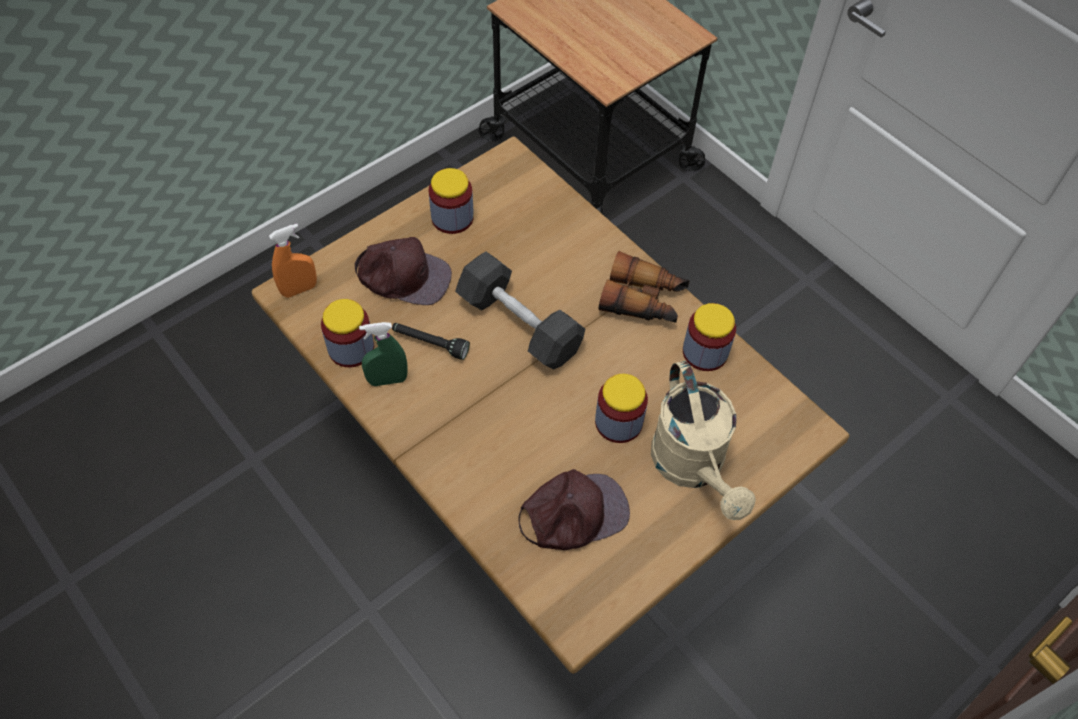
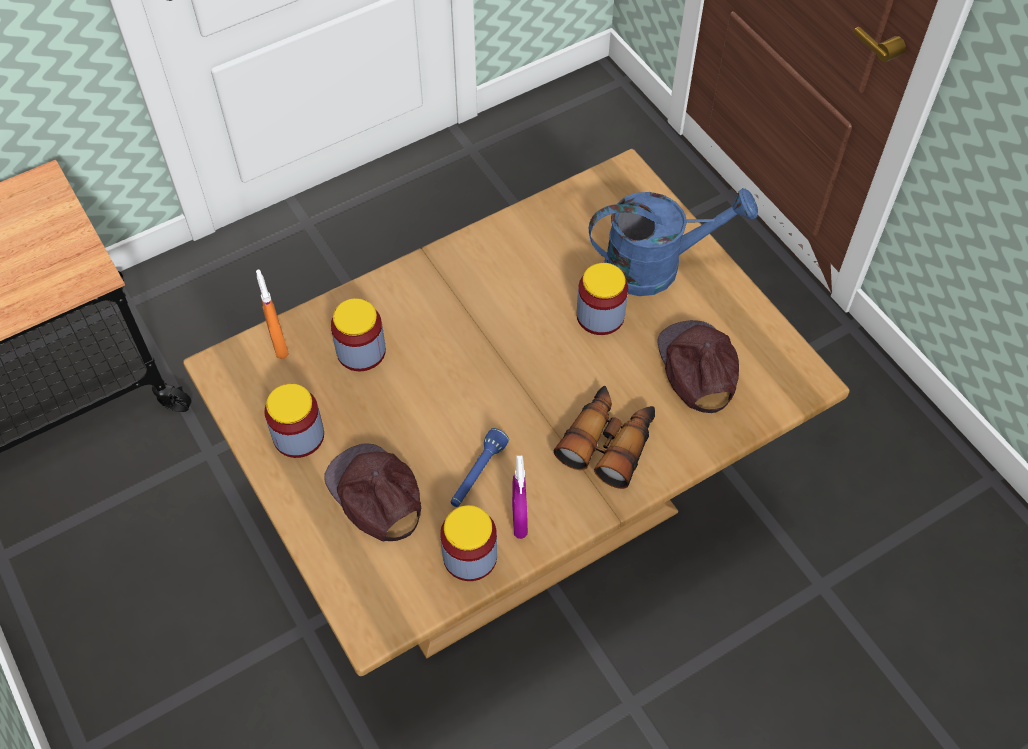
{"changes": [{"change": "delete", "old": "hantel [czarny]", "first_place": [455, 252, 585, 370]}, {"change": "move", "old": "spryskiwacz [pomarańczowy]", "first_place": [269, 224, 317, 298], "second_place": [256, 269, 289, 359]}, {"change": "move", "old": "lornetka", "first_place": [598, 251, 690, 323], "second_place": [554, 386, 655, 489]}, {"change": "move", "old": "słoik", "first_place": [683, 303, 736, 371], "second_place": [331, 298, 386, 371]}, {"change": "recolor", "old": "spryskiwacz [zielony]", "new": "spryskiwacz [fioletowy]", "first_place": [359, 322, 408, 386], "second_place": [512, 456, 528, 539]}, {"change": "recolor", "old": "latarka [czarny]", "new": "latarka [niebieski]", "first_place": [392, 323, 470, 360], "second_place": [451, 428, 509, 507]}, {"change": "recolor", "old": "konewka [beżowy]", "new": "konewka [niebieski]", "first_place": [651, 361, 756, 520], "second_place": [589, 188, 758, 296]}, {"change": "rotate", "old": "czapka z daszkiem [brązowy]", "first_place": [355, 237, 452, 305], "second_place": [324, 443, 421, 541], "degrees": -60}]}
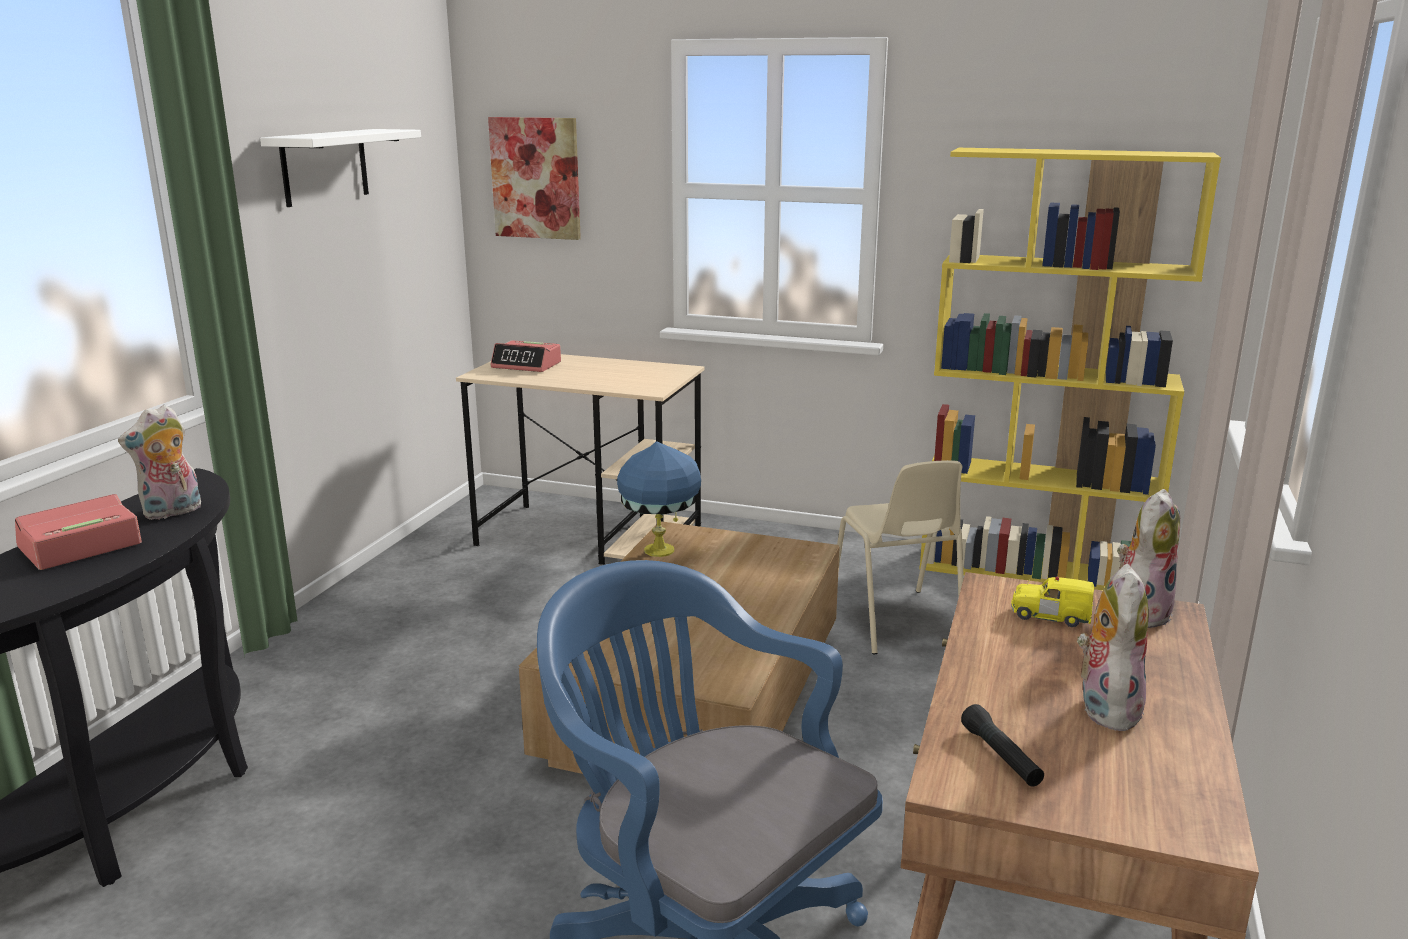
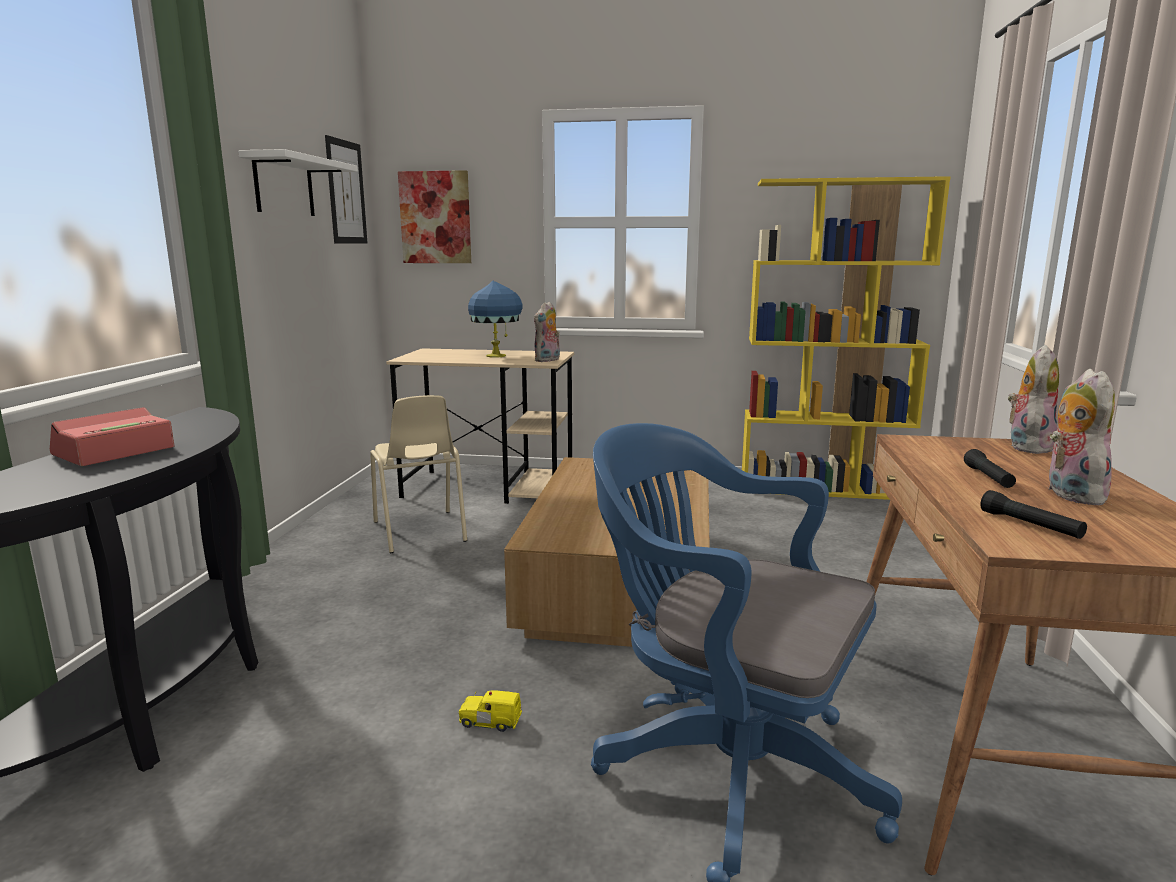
{"changes": [{"change": "delete", "old": "budzik", "first_place": [490, 340, 561, 372]}, {"change": "insert", "new": "obraz", "second_place": [325, 135, 367, 244]}, {"change": "insert", "new": "latarka [czarny]", "second_place": [964, 449, 1016, 488]}, {"change": "move", "old": "pluszak", "first_place": [118, 405, 201, 520], "second_place": [534, 301, 560, 362]}, {"change": "move", "old": "lampa stołowa [niebieski]", "first_place": [617, 441, 701, 557], "second_place": [468, 280, 523, 358]}, {"change": "move", "old": "krzesło [beżowy]", "first_place": [837, 460, 964, 654], "second_place": [370, 395, 467, 553]}, {"change": "move", "old": "samochodzik [żółty]", "first_place": [1011, 577, 1094, 627], "second_place": [459, 690, 522, 732]}]}
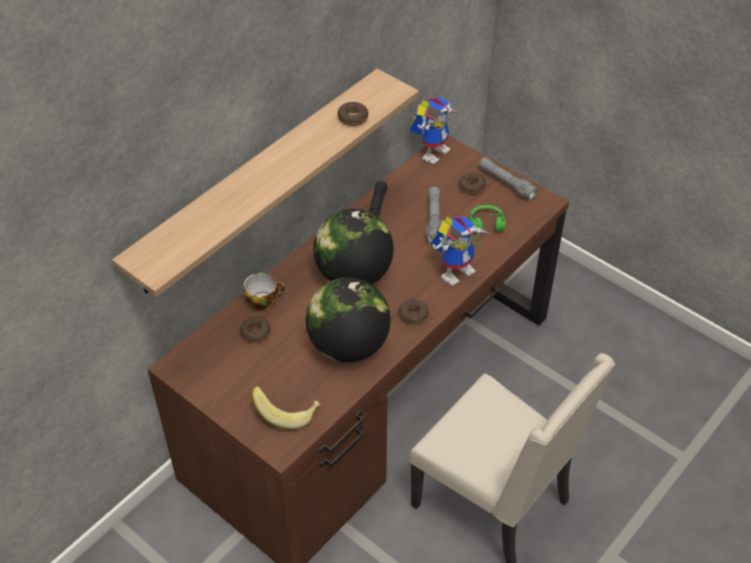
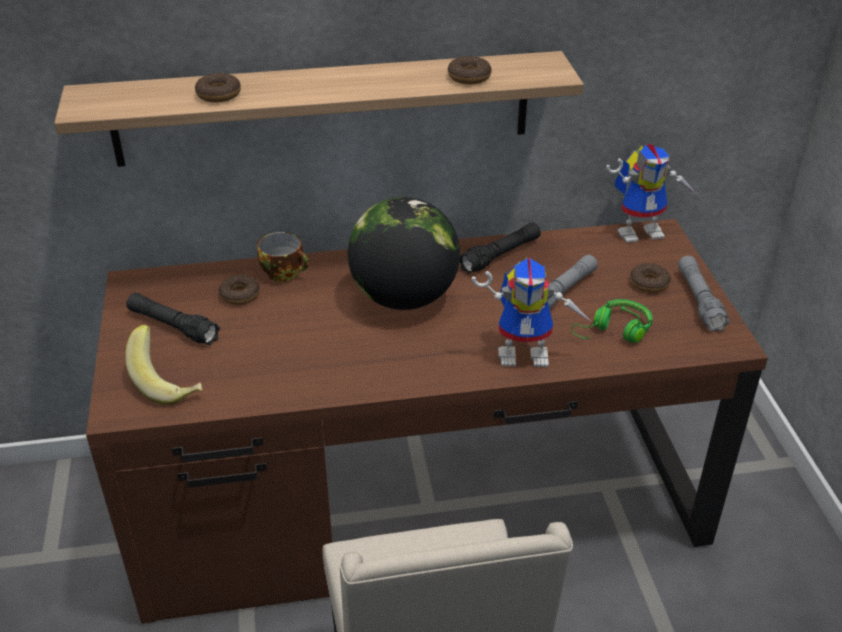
{"changes": [{"change": "delete", "old": "globus", "first_place": [306, 277, 391, 362]}, {"change": "insert", "new": "latarka [czarny]", "second_place": [126, 293, 220, 345]}, {"change": "move", "old": "donut", "first_place": [399, 299, 429, 325], "second_place": [195, 73, 241, 103]}]}
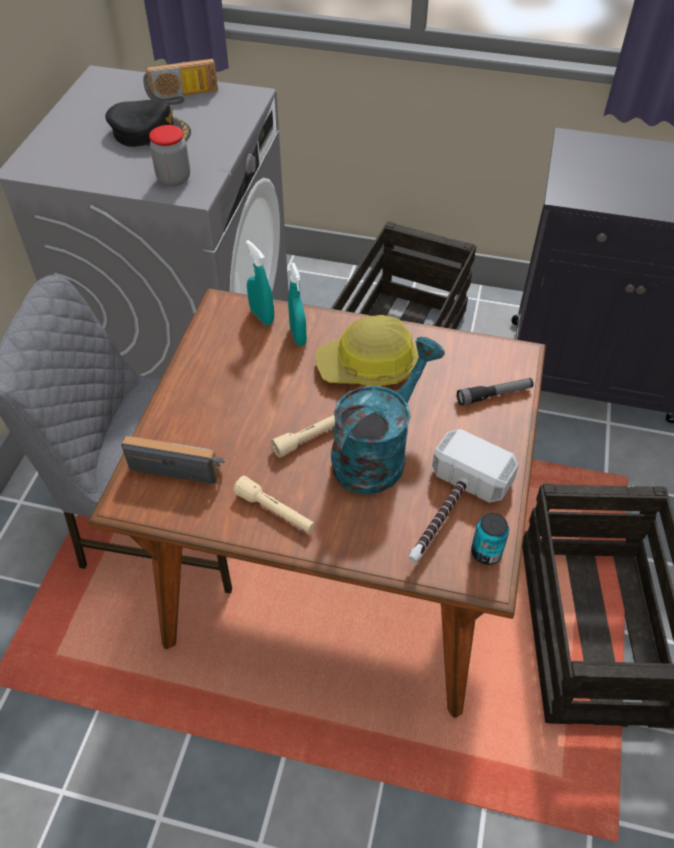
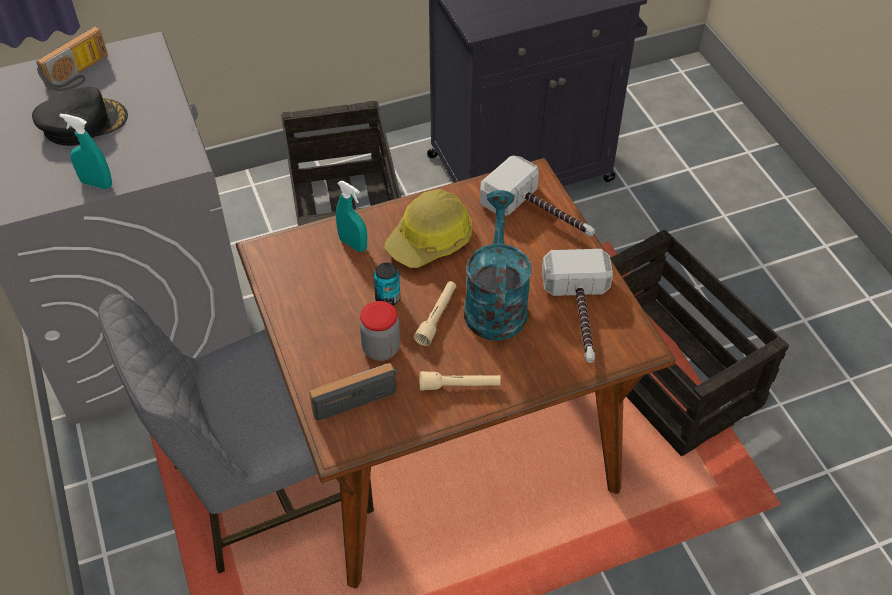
{"changes": [{"change": "move", "old": "słoik", "first_place": [149, 125, 190, 186], "second_place": [359, 301, 400, 361]}, {"change": "move", "old": "spryskiwacz [turkusowy]", "first_place": [246, 240, 274, 325], "second_place": [59, 114, 112, 189]}, {"change": "move", "old": "puszka", "first_place": [471, 513, 509, 565], "second_place": [373, 263, 400, 305]}, {"change": "replace", "old": "latarka", "new": "młotek", "first_place": [457, 378, 533, 406], "second_place": [480, 156, 595, 236]}]}
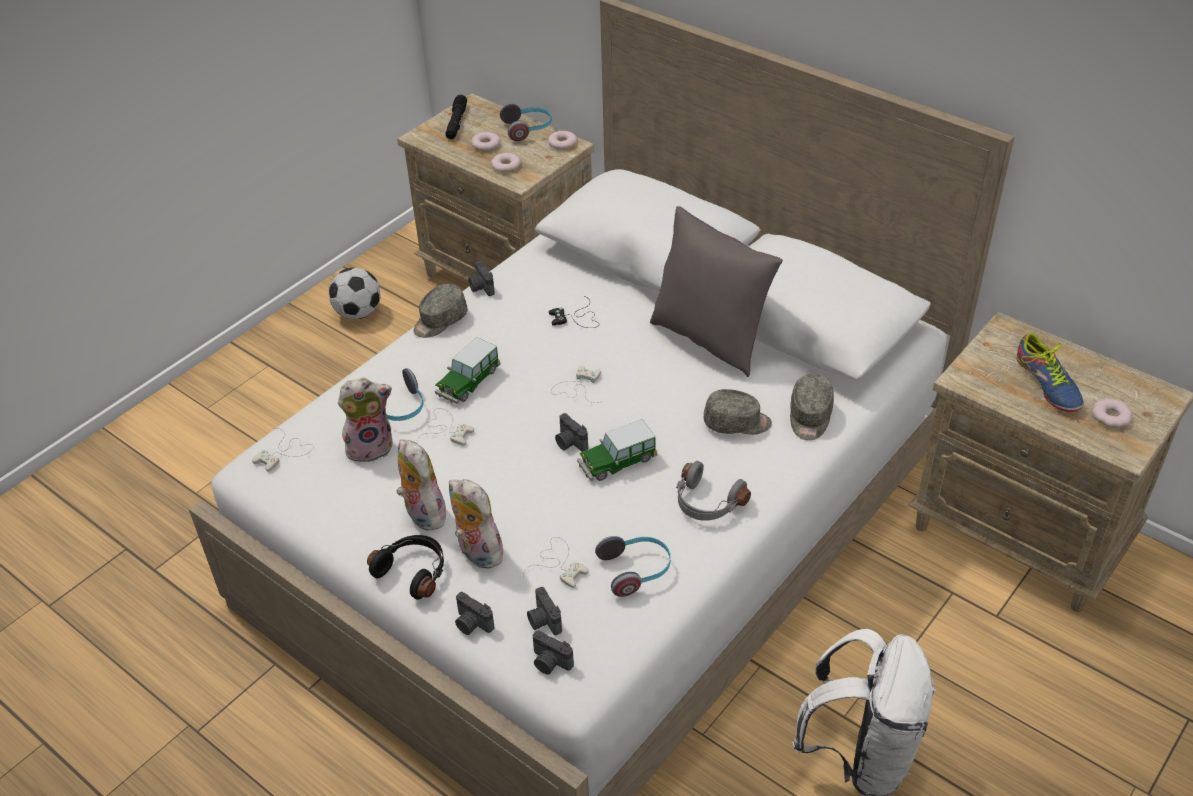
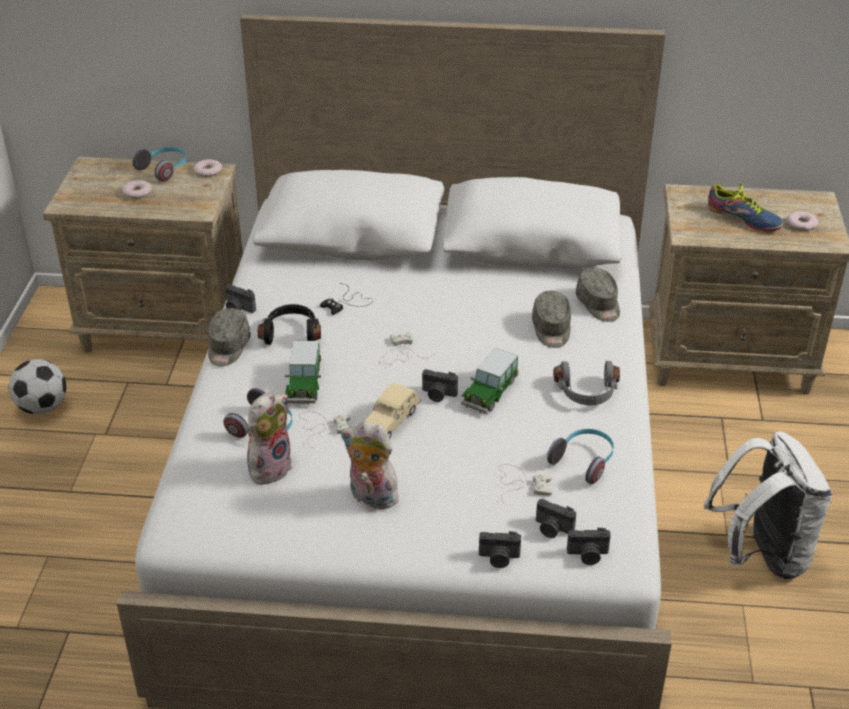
{"changes": [{"change": "delete", "old": "pad do gier [biały]", "first_place": [252, 428, 314, 472]}, {"change": "delete", "old": "latarka [czarny]", "first_place": [446, 95, 467, 139]}, {"change": "delete", "old": "pluszak", "first_place": [449, 479, 506, 569]}, {"change": "delete", "old": "donut", "first_place": [491, 153, 521, 172]}, {"change": "delete", "old": "poduszka [szary]", "first_place": [650, 206, 783, 377]}, {"change": "insert", "new": "samochodzik [beżowy]", "second_place": [364, 383, 421, 438]}, {"change": "move", "old": "słuchawki [czarny]", "first_place": [367, 535, 444, 600], "second_place": [258, 304, 321, 345]}, {"change": "rotate", "old": "czapka z daszkiem [szary]", "first_place": [703, 389, 772, 435], "second_place": [532, 291, 571, 348], "degrees": 120}]}
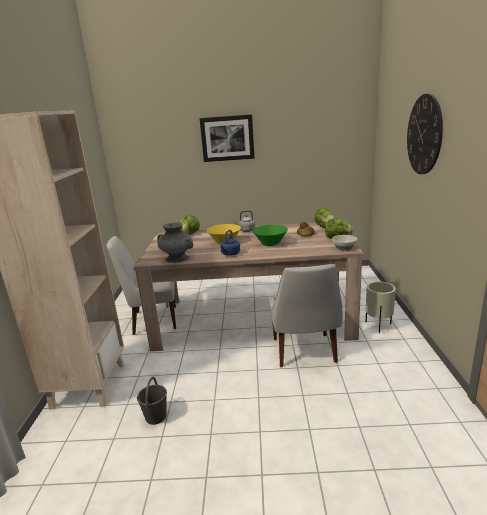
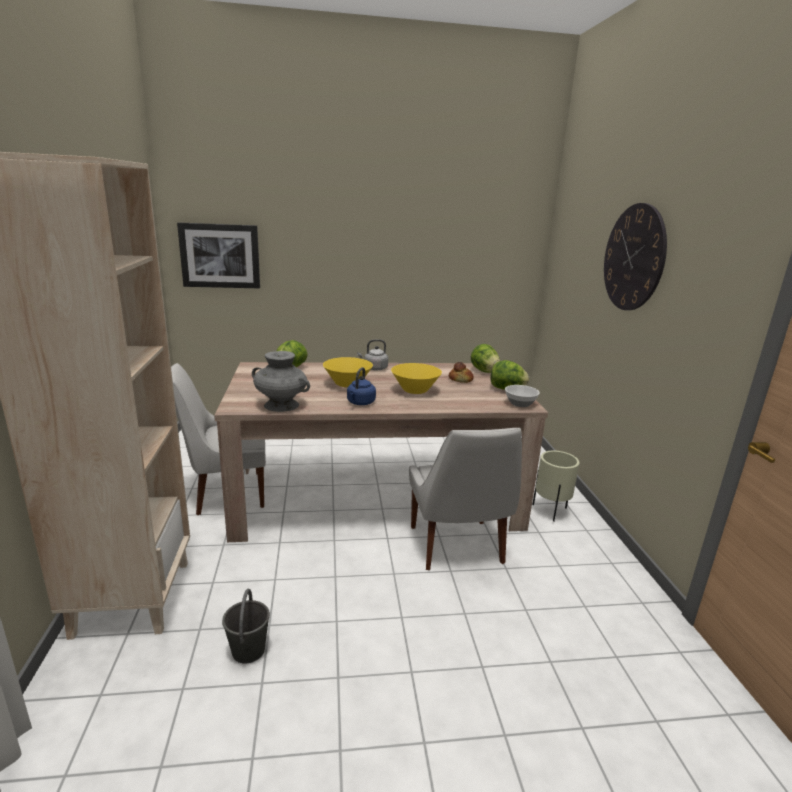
{"changes": [{"change": "move", "old": "obraz", "first_place": [199, 114, 255, 162], "second_place": [177, 222, 260, 288]}, {"change": "recolor", "old": "miska [zielony]", "new": "miska [żółty]", "first_place": [252, 225, 288, 246], "second_place": [391, 363, 442, 394]}]}
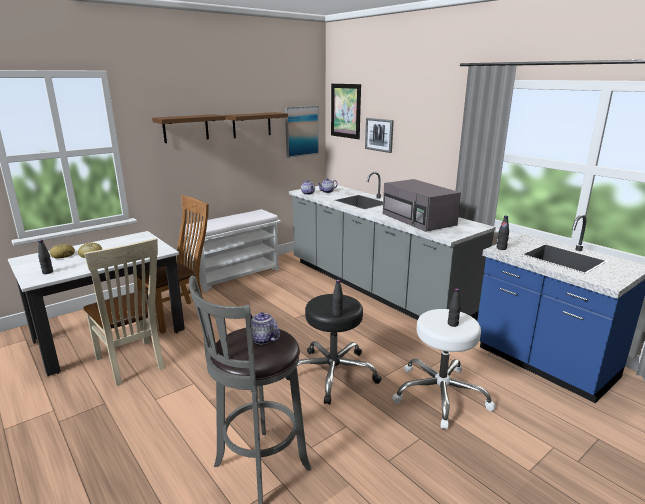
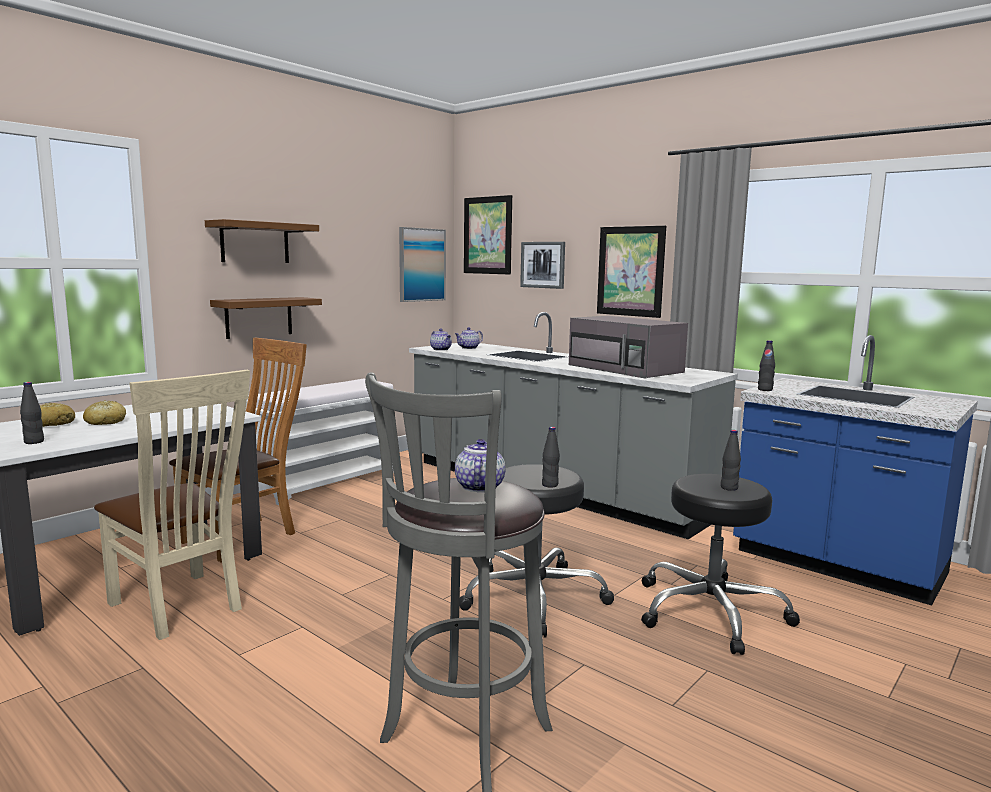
{"changes": [{"change": "insert", "new": "obraz", "second_place": [597, 226, 666, 318]}, {"change": "move", "old": "półka [brązowy]", "first_place": [225, 112, 288, 138], "second_place": [210, 297, 322, 339]}, {"change": "recolor", "old": "stołek [biały]", "new": "stołek [czarny]", "first_place": [392, 309, 496, 430], "second_place": [641, 474, 800, 655]}, {"change": "rotate", "old": "imbryk", "first_place": [251, 312, 280, 344], "second_place": [455, 439, 505, 492], "degrees": 60}]}
